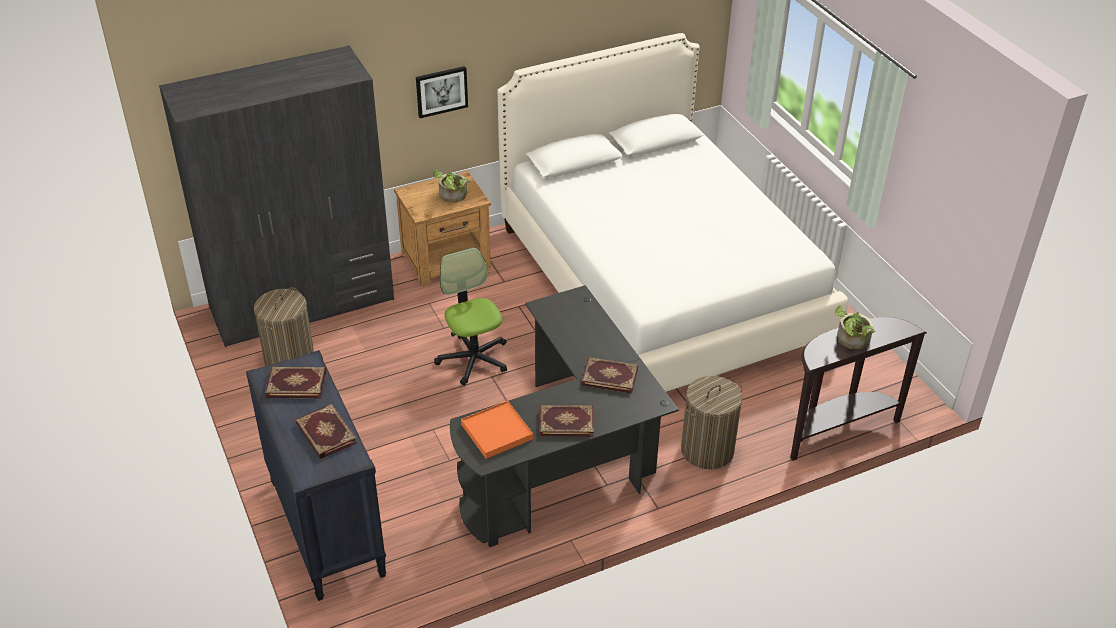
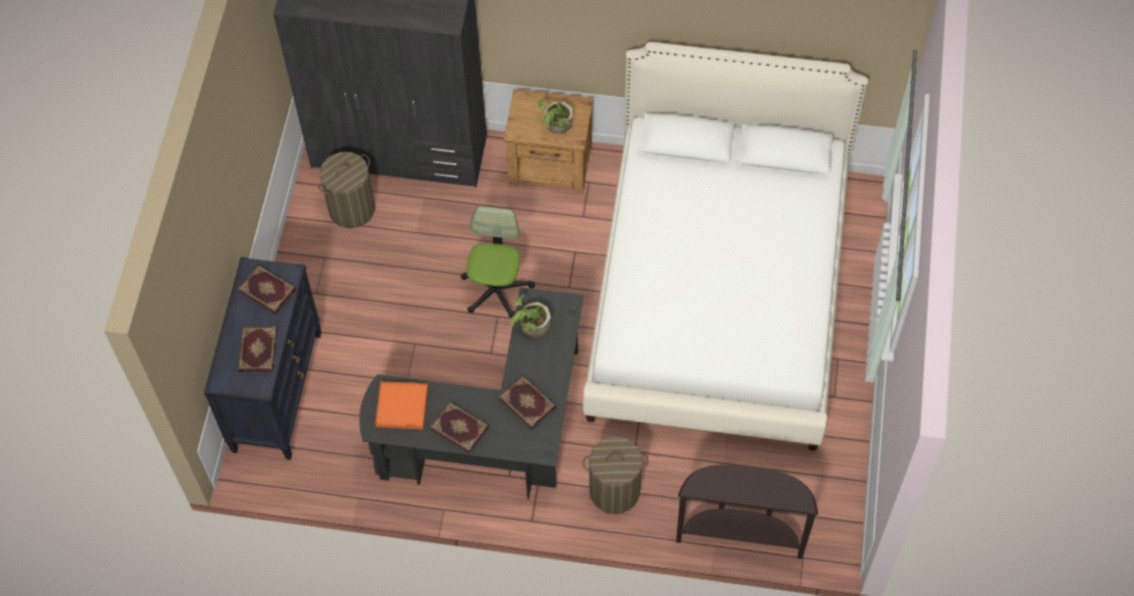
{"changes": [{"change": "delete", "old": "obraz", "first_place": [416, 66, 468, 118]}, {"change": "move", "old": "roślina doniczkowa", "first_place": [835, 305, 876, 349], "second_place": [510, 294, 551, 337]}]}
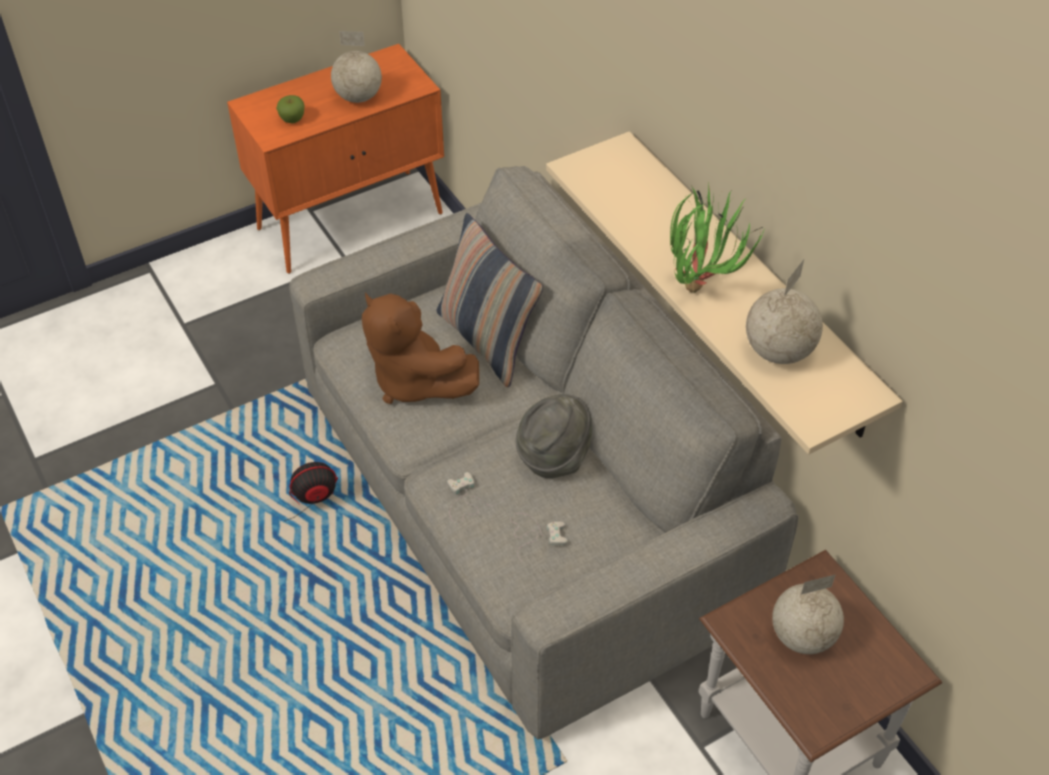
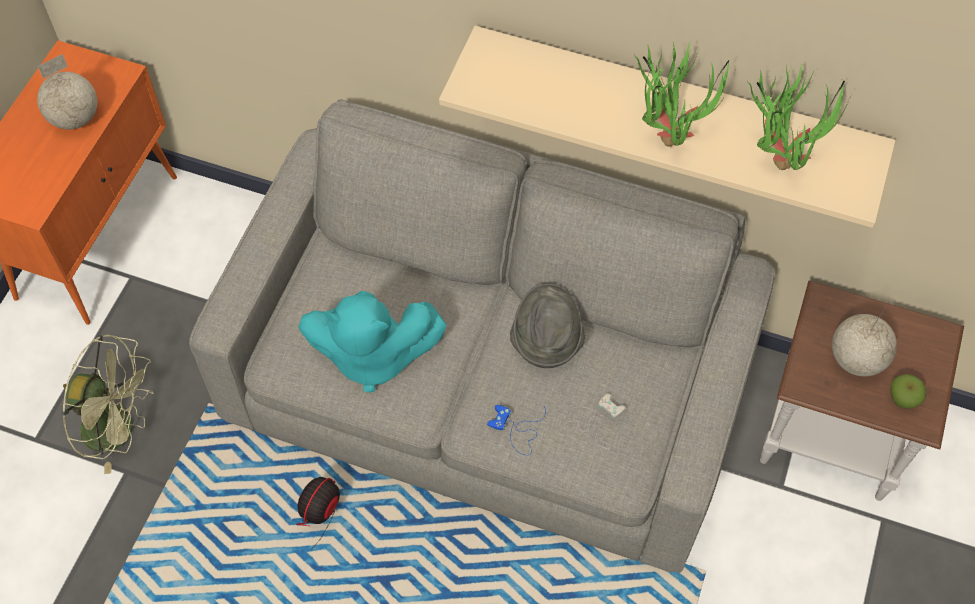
{"changes": [{"change": "delete", "old": "poduszka", "first_place": [437, 213, 543, 387]}, {"change": "insert", "new": "wentylator [zielony]", "second_place": [61, 335, 154, 474]}, {"change": "move", "old": "jabłko", "first_place": [276, 95, 305, 123], "second_place": [891, 374, 926, 409]}, {"change": "replace", "old": "globus", "new": "roślina doniczkowa", "first_place": [746, 260, 823, 364], "second_place": [747, 64, 853, 170]}, {"change": "recolor", "old": "pluszak [brązowy]", "new": "pluszak [turkusowy]", "first_place": [362, 293, 479, 404], "second_place": [298, 291, 447, 393]}, {"change": "recolor", "old": "pad do gier [biały]", "new": "pad do gier [niebieski]", "first_place": [447, 472, 504, 523], "second_place": [487, 405, 546, 455]}]}
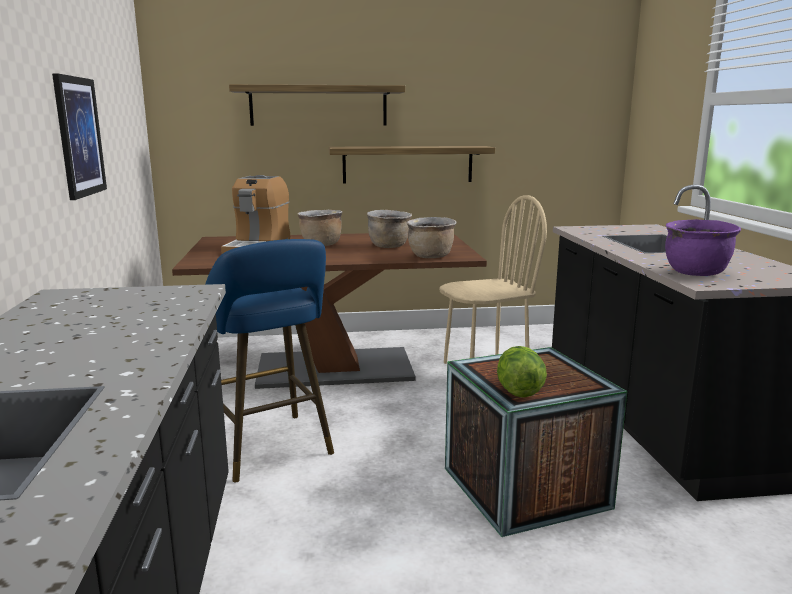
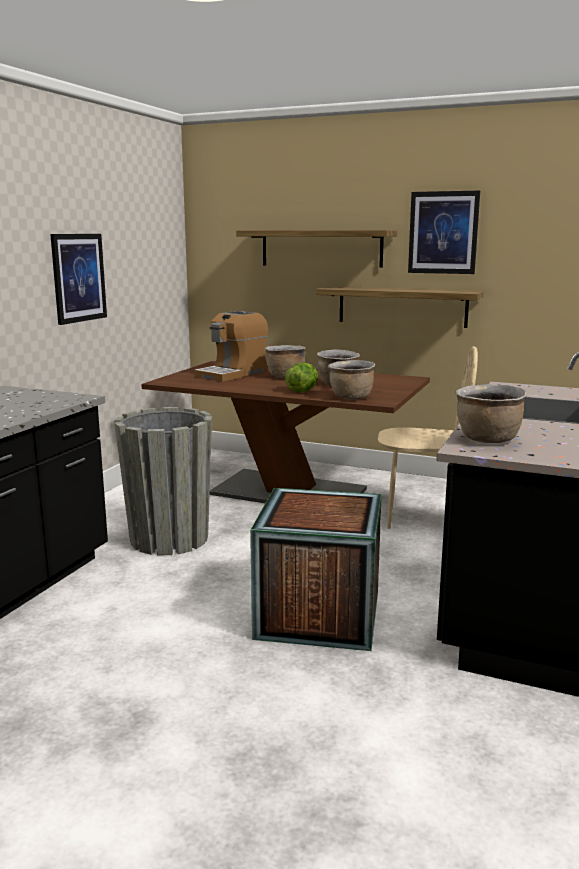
{"changes": [{"change": "insert", "new": "obraz", "second_place": [408, 190, 480, 274]}, {"change": "move", "old": "sałata", "first_place": [497, 346, 547, 398], "second_place": [285, 363, 318, 392]}, {"change": "replace", "old": "stołek [niebieski]", "new": "donica [szary]", "first_place": [205, 239, 334, 482], "second_place": [114, 407, 212, 555]}, {"change": "recolor", "old": "garnek [fioletowy]", "new": "garnek [brązowy]", "first_place": [665, 219, 741, 276], "second_place": [455, 384, 527, 443]}]}
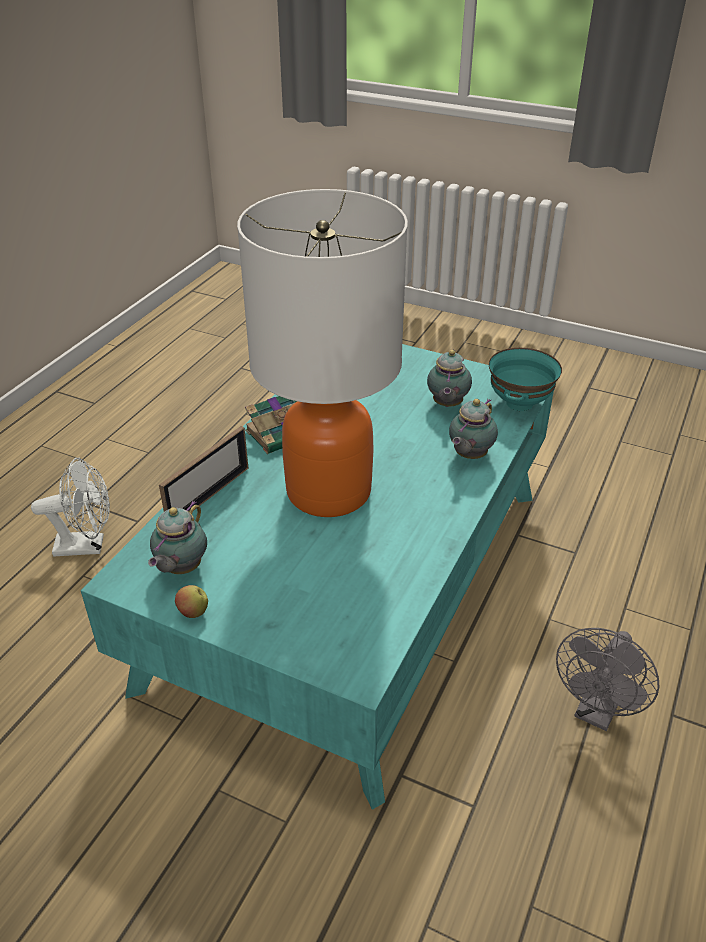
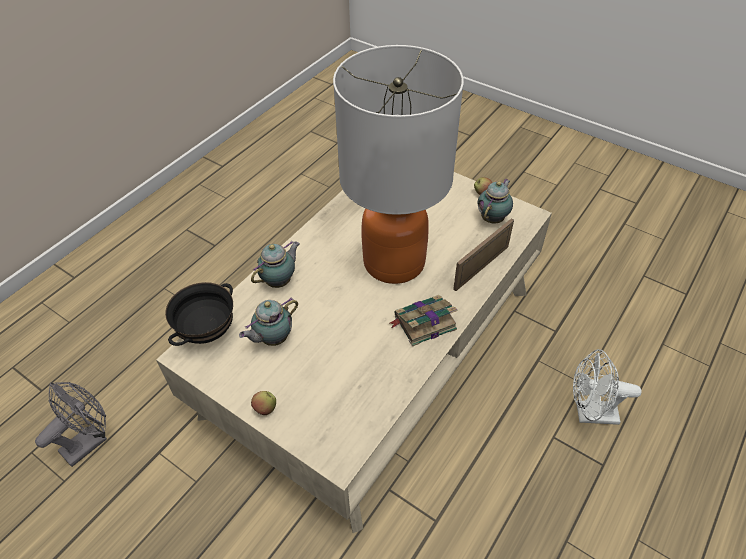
{"changes": [{"change": "insert", "new": "jabłko", "second_place": [251, 391, 276, 415]}, {"change": "move", "old": "wentylator [szary]", "first_place": [556, 628, 659, 731], "second_place": [35, 382, 107, 467]}, {"change": "recolor", "old": "ława [turkusowy]", "new": "ława [beżowy]", "first_place": [81, 344, 554, 810], "second_place": [156, 172, 552, 533]}, {"change": "recolor", "old": "miska [turkusowy]", "new": "miska [czarny]", "first_place": [489, 348, 562, 411], "second_place": [165, 282, 233, 346]}, {"change": "rotate", "old": "imbryk", "first_place": [427, 349, 472, 407], "second_place": [239, 297, 298, 346], "degrees": -150}]}
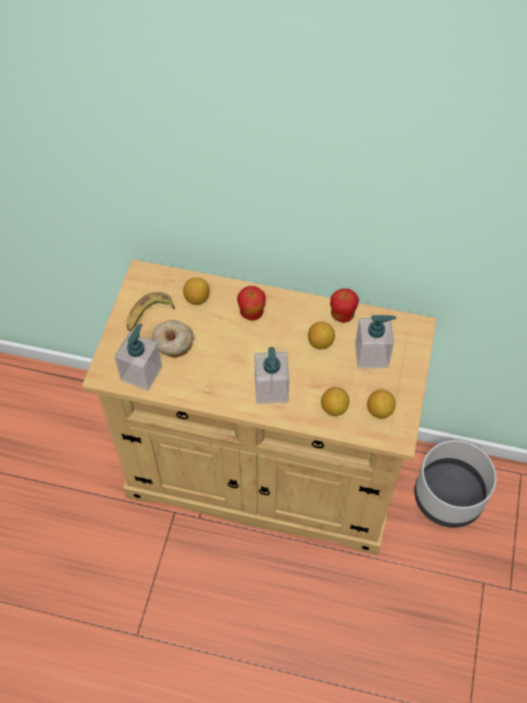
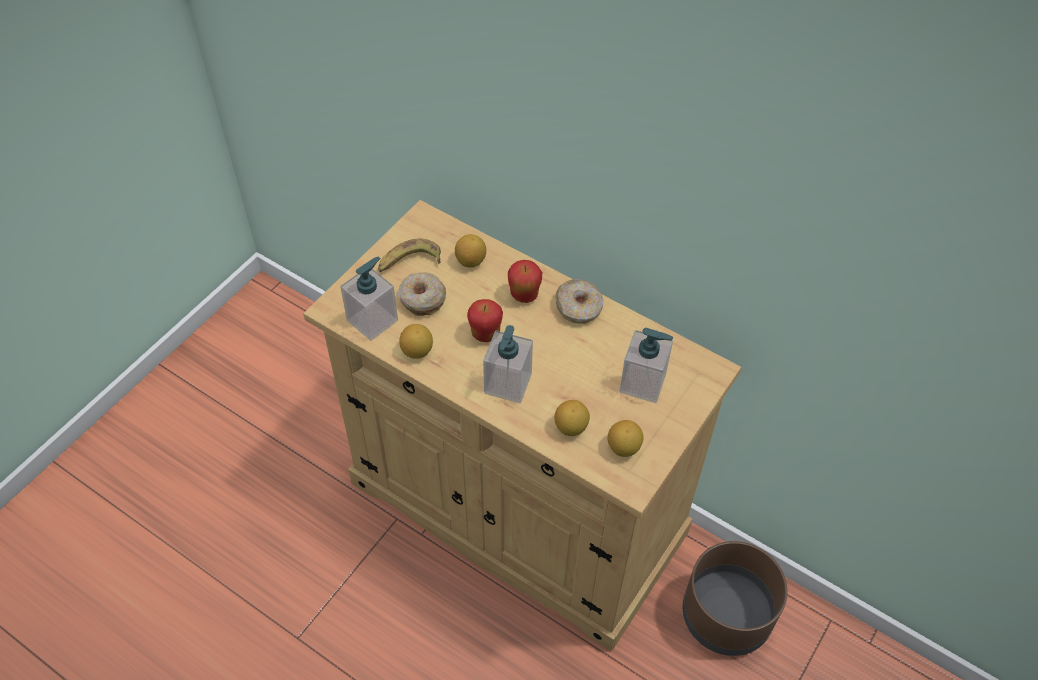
{"changes": [{"change": "insert", "new": "donut", "second_place": [556, 279, 604, 324]}, {"change": "move", "old": "cytryna", "first_place": [308, 321, 335, 349], "second_place": [399, 324, 433, 359]}, {"change": "move", "old": "jabłko", "first_place": [330, 288, 359, 323], "second_place": [467, 299, 503, 342]}, {"change": "recolor", "old": "donica [szary]", "new": "donica [brązowy]", "first_place": [414, 440, 497, 528], "second_place": [683, 541, 788, 656]}]}
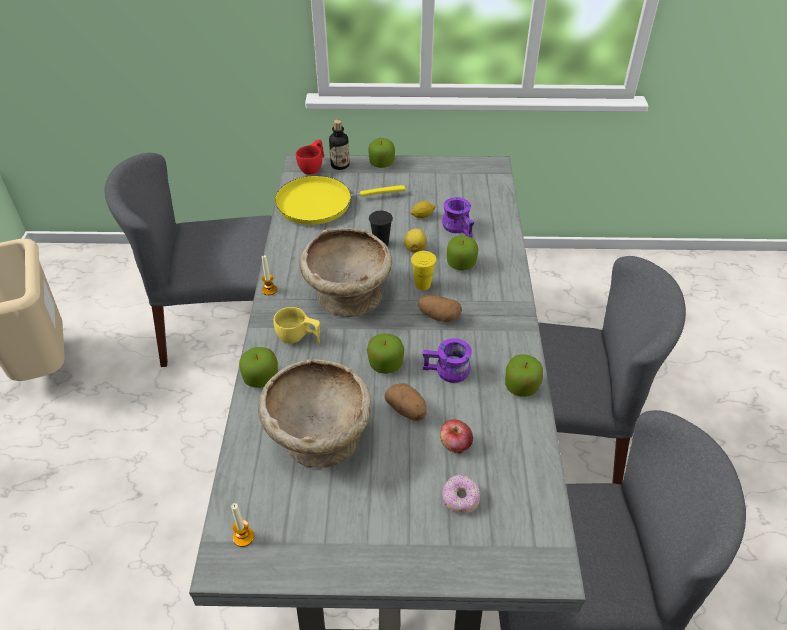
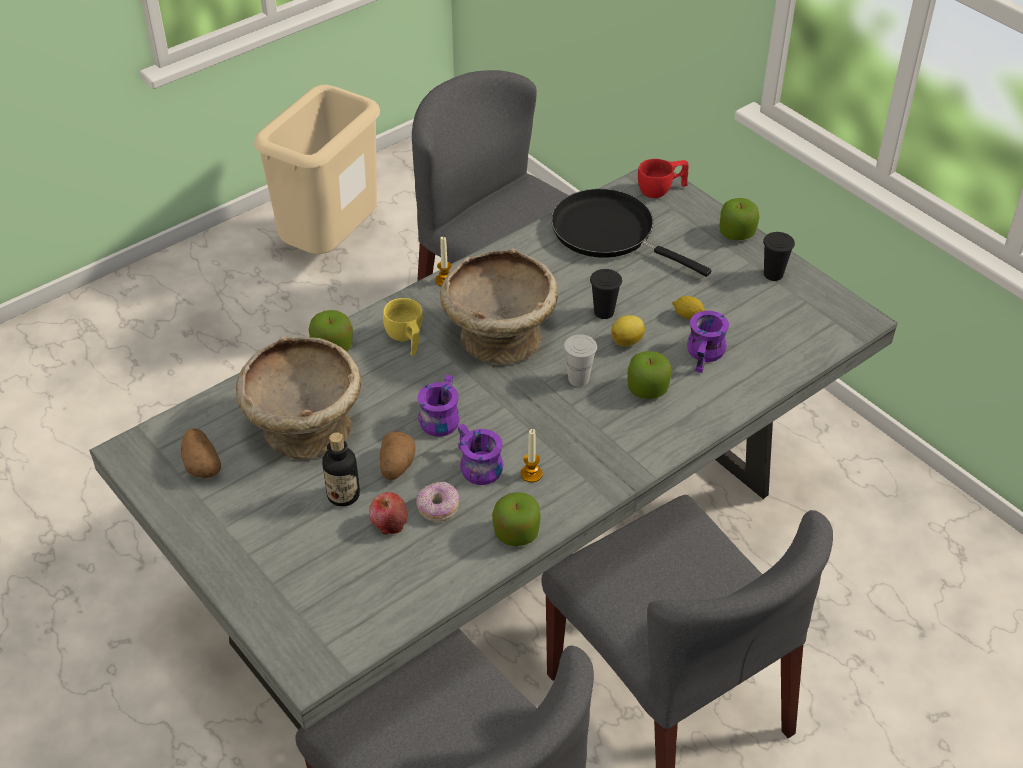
{"changes": [{"change": "insert", "new": "filiżanka [czarny]", "second_place": [763, 232, 795, 281]}, {"change": "move", "old": "świeca", "first_place": [231, 503, 254, 547], "second_place": [521, 429, 543, 483]}, {"change": "move", "old": "butelka", "first_place": [329, 120, 350, 170], "second_place": [322, 432, 360, 506]}, {"change": "move", "old": "ziemniak", "first_place": [419, 295, 462, 322], "second_place": [181, 428, 221, 478]}, {"change": "move", "old": "donut", "first_place": [442, 475, 481, 514], "second_place": [416, 482, 459, 522]}, {"change": "replace", "old": "jabłko", "new": "kubek [fioletowy]", "first_place": [367, 333, 404, 374], "second_place": [418, 375, 460, 437]}, {"change": "recolor", "old": "patelnia [żółty]", "new": "patelnia [czarny]", "first_place": [275, 176, 405, 225], "second_place": [551, 189, 712, 277]}, {"change": "recolor", "old": "filiżanka [żółty]", "new": "filiżanka [biały]", "first_place": [411, 251, 437, 290], "second_place": [563, 335, 597, 387]}]}
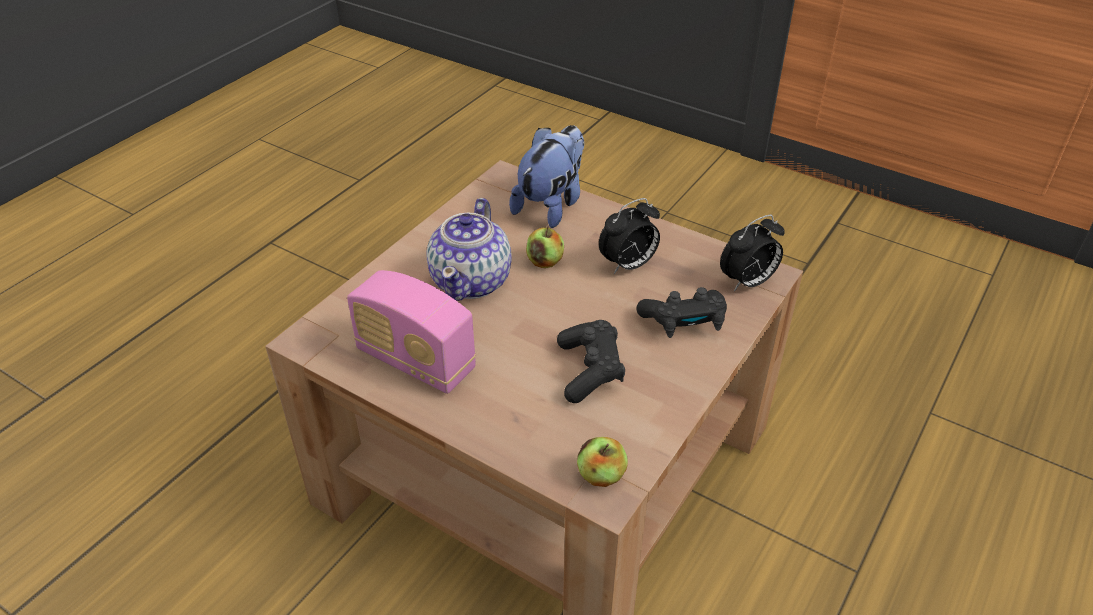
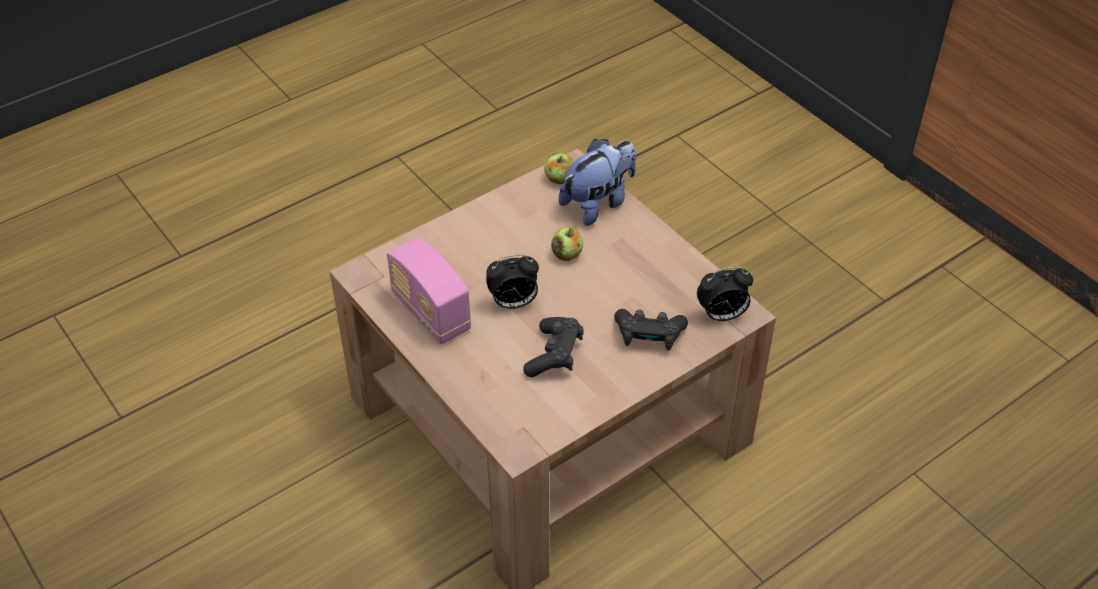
{"changes": [{"change": "delete", "old": "imbryk", "first_place": [426, 198, 512, 301]}, {"change": "move", "old": "jabłko", "first_place": [577, 437, 628, 487], "second_place": [544, 153, 574, 184]}, {"change": "move", "old": "budzik", "first_place": [599, 198, 660, 274], "second_place": [486, 254, 539, 309]}]}
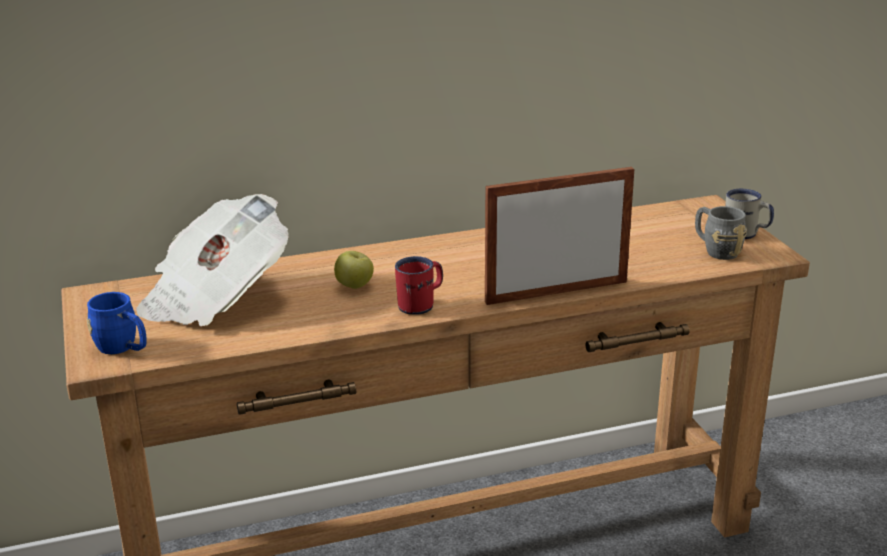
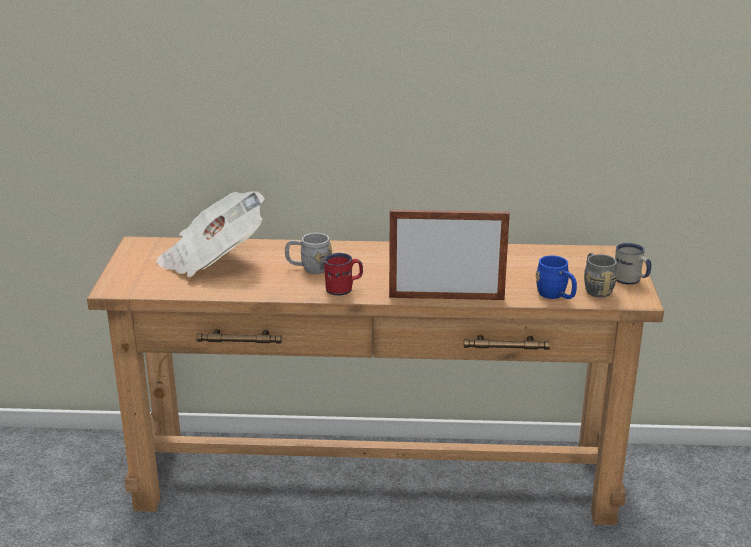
{"changes": [{"change": "move", "old": "kubek [niebieski]", "first_place": [87, 292, 147, 354], "second_place": [536, 255, 577, 299]}, {"change": "replace", "old": "jabłko", "new": "kubek [szary]", "first_place": [334, 251, 374, 289], "second_place": [285, 233, 332, 274]}]}
